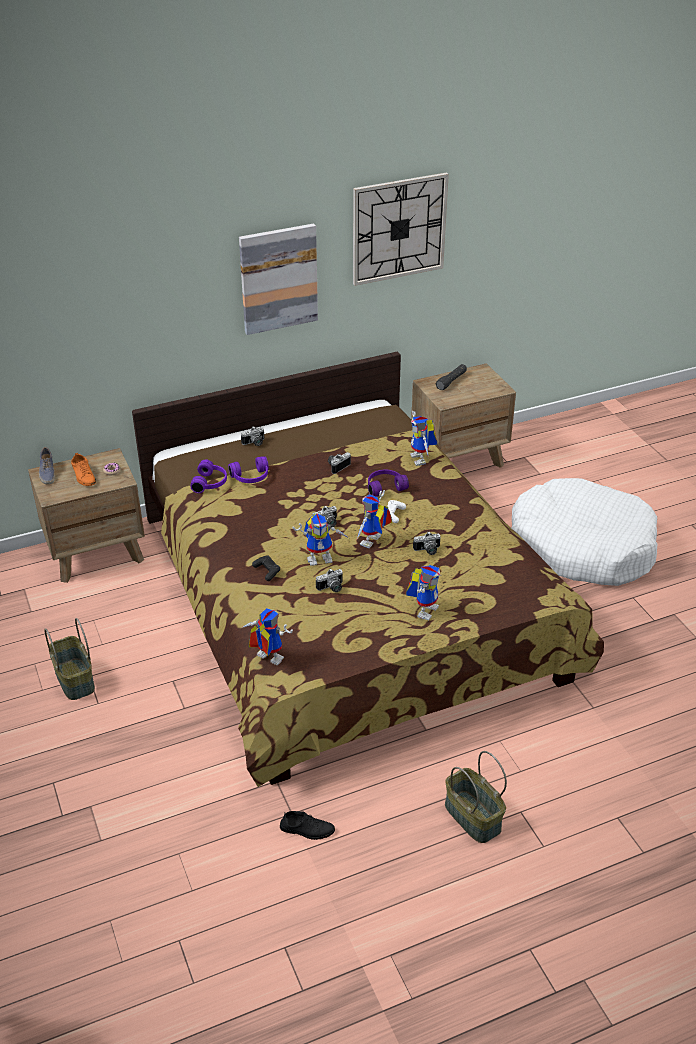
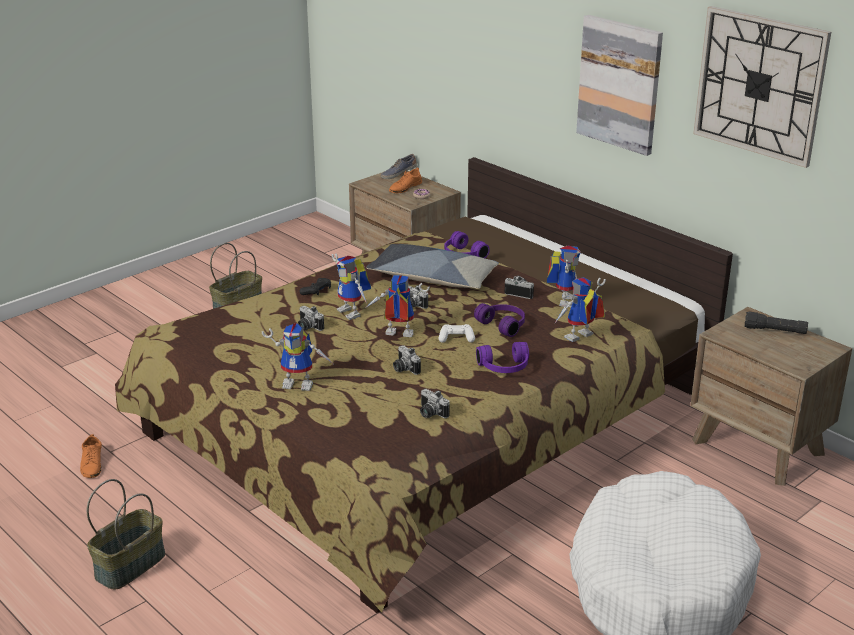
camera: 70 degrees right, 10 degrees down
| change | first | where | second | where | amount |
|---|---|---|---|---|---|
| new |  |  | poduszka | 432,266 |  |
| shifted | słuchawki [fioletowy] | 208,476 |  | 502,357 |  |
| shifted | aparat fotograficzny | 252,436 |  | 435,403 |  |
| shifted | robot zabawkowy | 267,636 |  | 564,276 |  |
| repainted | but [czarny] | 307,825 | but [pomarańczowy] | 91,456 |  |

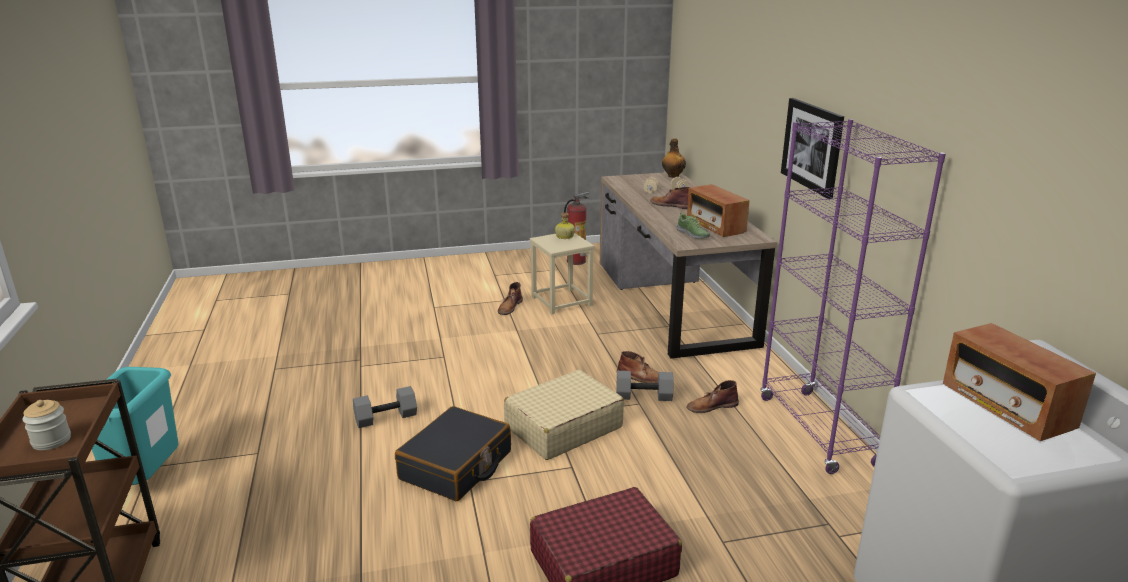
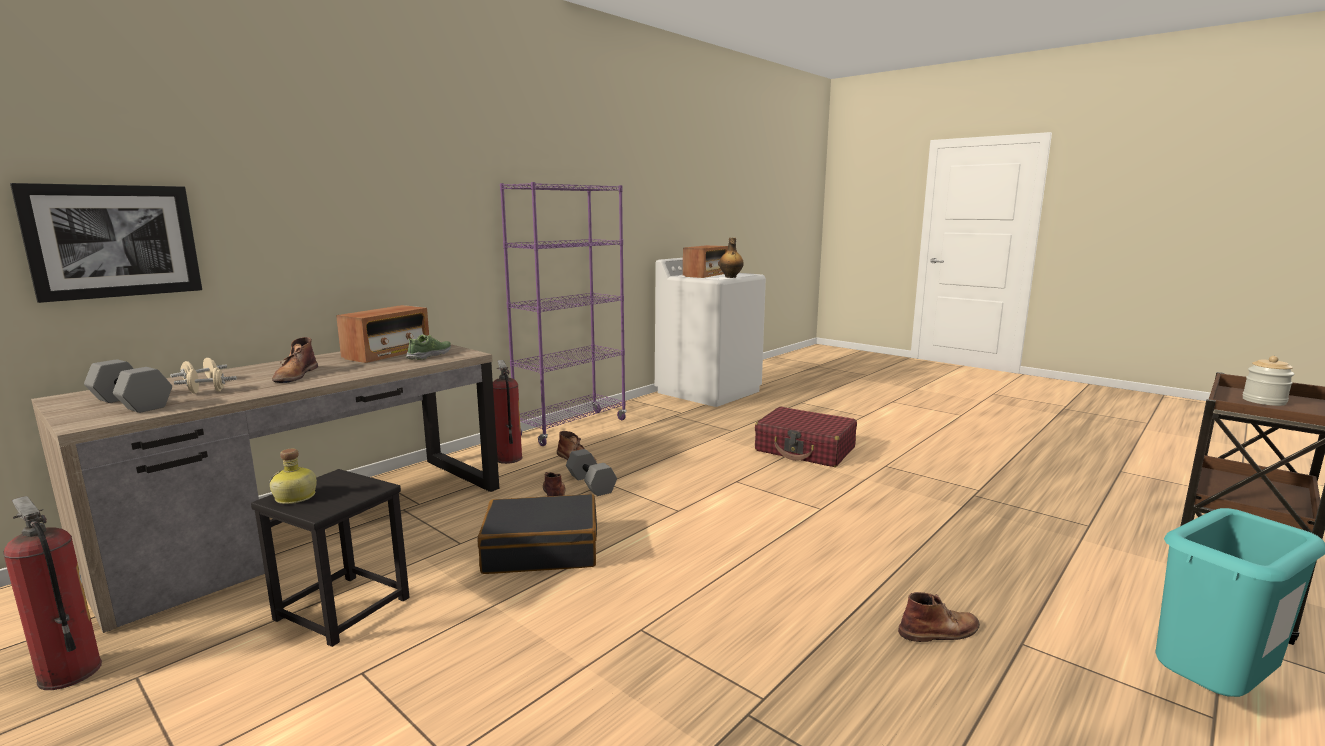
camera: 125 degrees left, 10 degrees down
| change | first | where | second | where | amount |
|---|---|---|---|---|---|
| gone | walizka [beżowy] | 564,415 |  |  |  |
| new |  |  | gaśnica | 508,412 |  |
| shifted | hantel [szary] | 385,407 |  | 128,386 |  |
| shifted | walizka [czarny] | 453,453 |  | 537,534 |  |
| shifted | but z cholewką [brązowy] | 510,298 |  | 939,617 |  |
| shifted | butelka | 674,158 |  | 731,258 |  |
| shifted | obraz | 812,148 |  | 106,243 |  |
| repainted | stołek [beżowy] | 562,273 | stołek [czarny] | 330,558 |  |

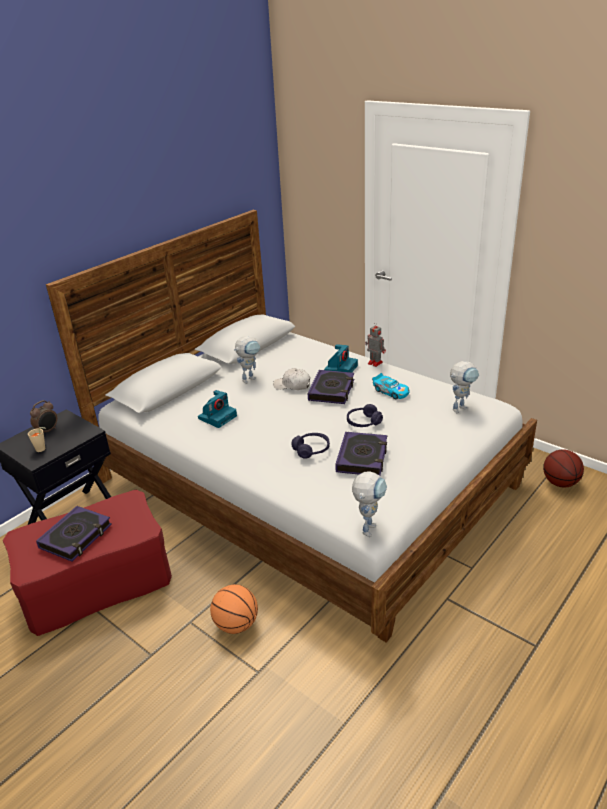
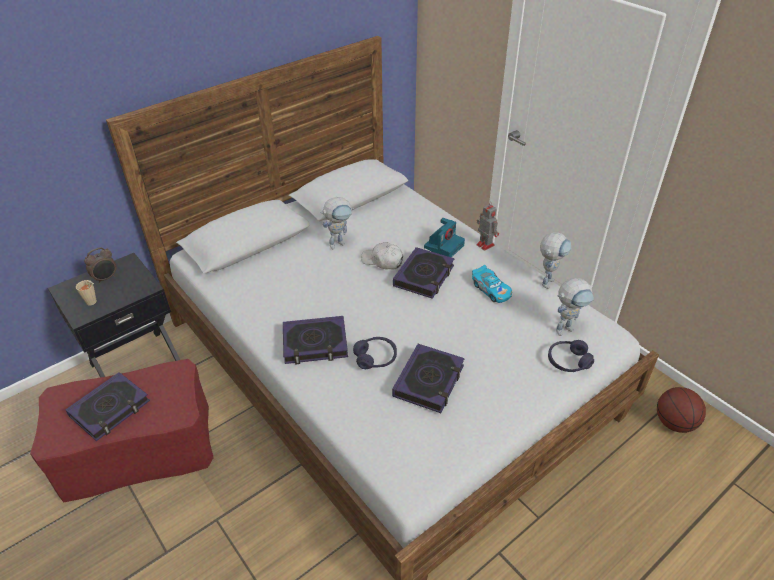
camera: 10 degrees right, 10 degrees up
| change | first | where | second | where | amount |
|---|---|---|---|---|---|
| gone | aparat fotograficzny | 217,409 |  |  |  |
| gone | piłka do koszykówki | 234,609 |  |  |  |
| new |  |  | książka | 315,340 |  |
| shifted | słuchawki [fioletowy] | 365,415 |  | 571,356 |  |
| shifted | robot zabawkowy | 369,504 |  | 555,260 |  |

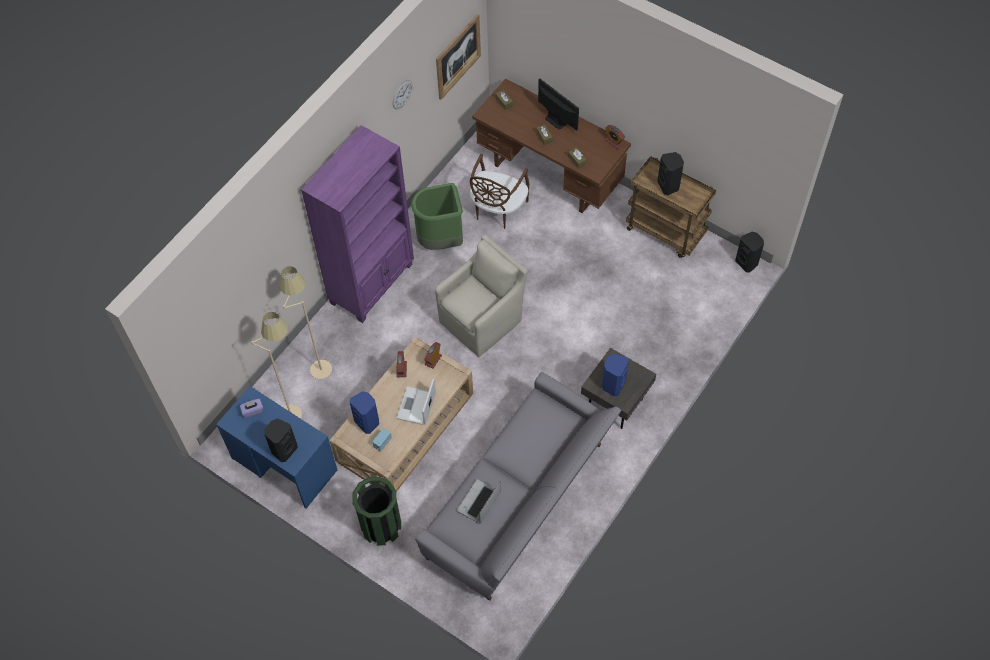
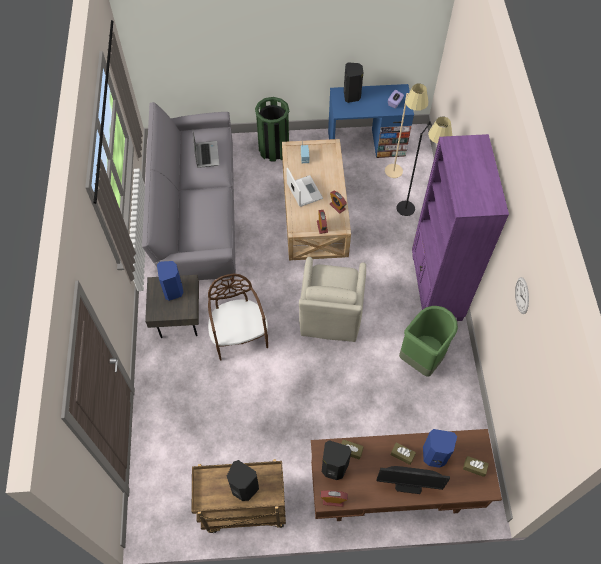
camera: 140 degrees right, 0 degrees up
| change | first | where | second | where | amount |
|---|---|---|---|---|---|
| gone | obraz | 458,57 |  |  |  |
| shifted | głośnik [niebieski] | 364,412 |  | 440,448 |  |
| shifted | krzesło [brązowy] | 499,191 |  | 238,317 |  |
| shifted | głośnik [czarny] | 749,252 |  | 336,460 |  |
| repainted | lampa stojąca [beżowy] | 305,322 | lampa stojąca [czarny] | 424,166 |  |

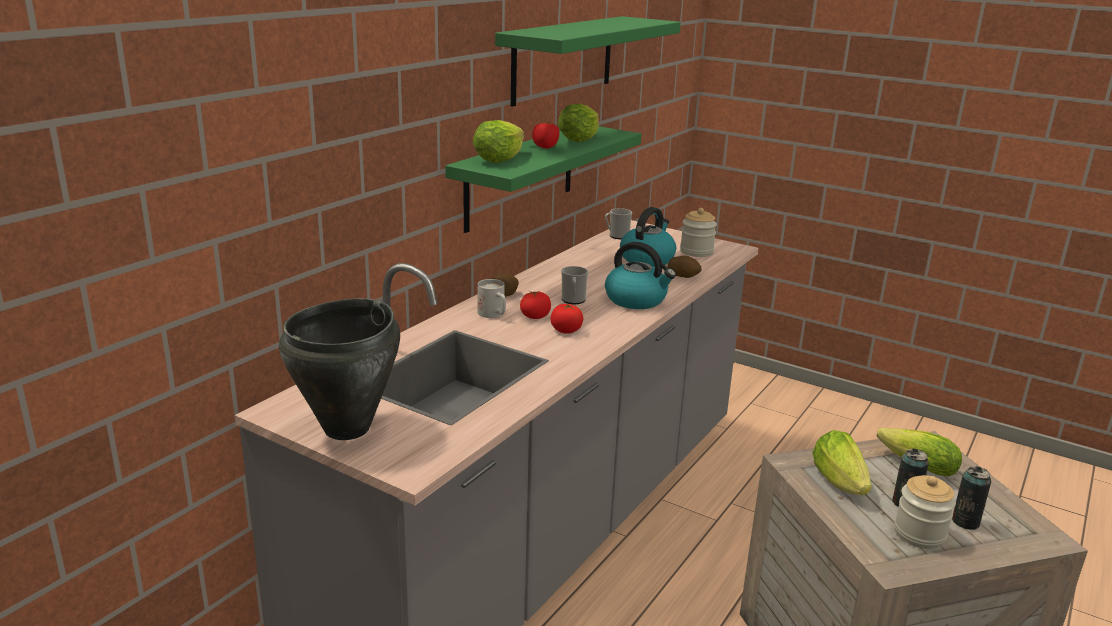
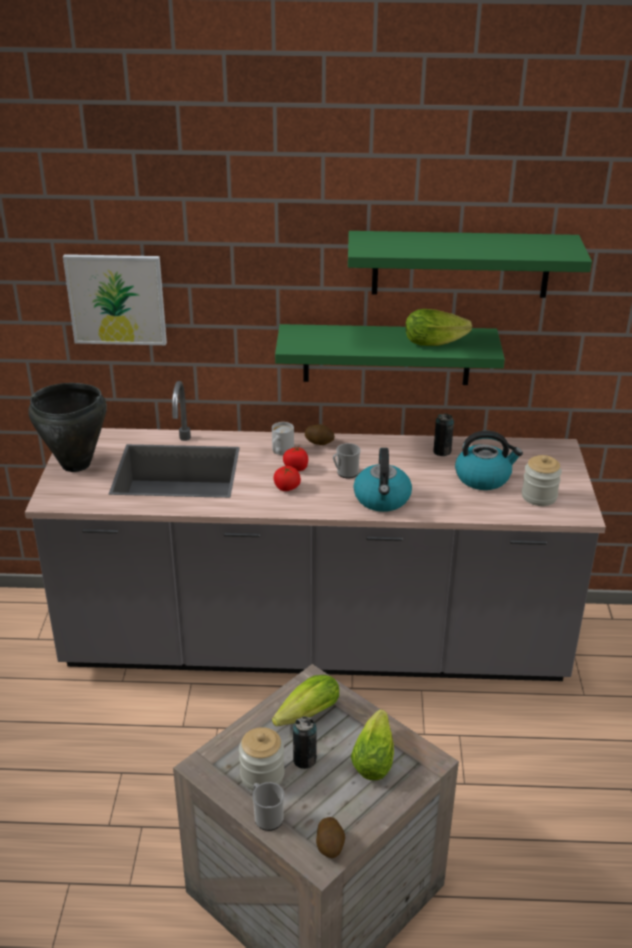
camera: 60 degrees right, 10 degrees up
| change | first | where | second | where | amount |
|---|---|---|---|---|---|
| gone | sałata | 498,141 |  |  |  |
| gone | pomidor | 545,135 |  |  |  |
| new |  |  | obraz | 115,299 |  |
| shifted | kubek | 618,223 |  | 268,806 |  |
| shifted | ziemniak | 684,266 |  | 330,837 |  |
| shifted | puszka | 971,498 |  | 443,434 |  |

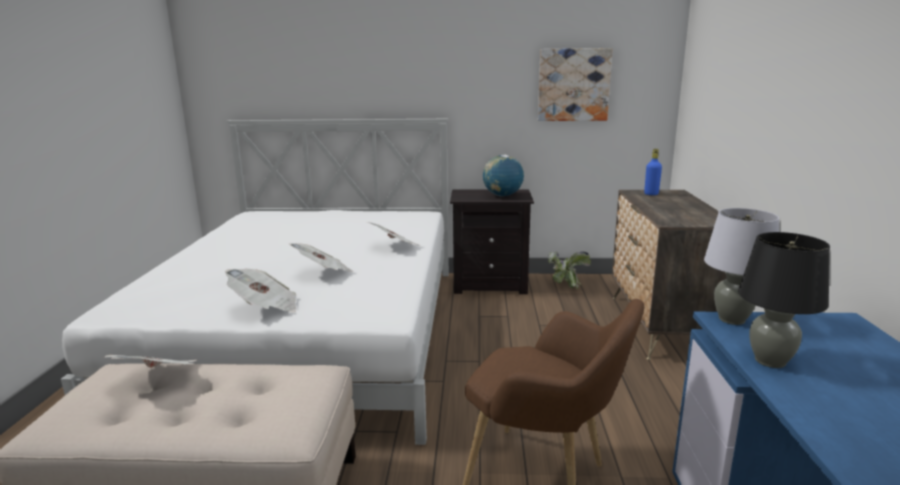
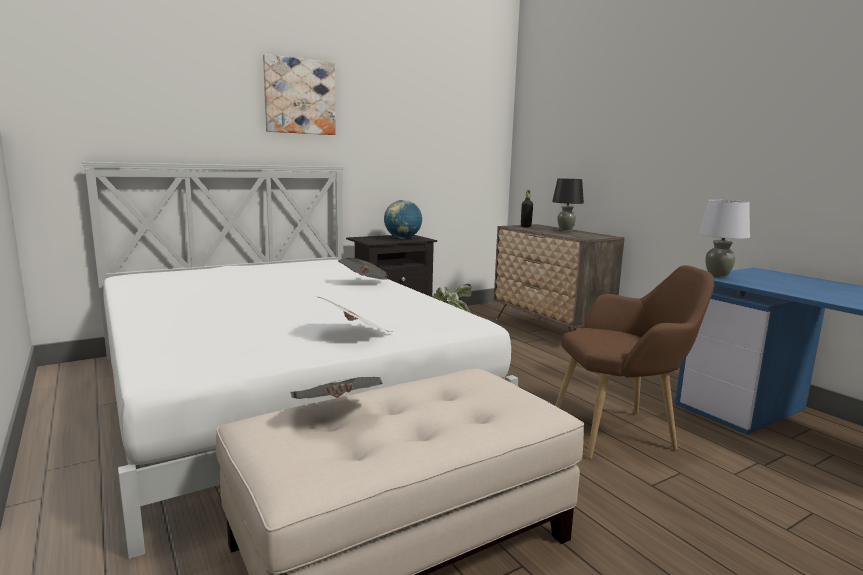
camera: 35 degrees left, 5 degrees down
| change | first | where | second | where | amount |
|---|---|---|---|---|---|
| gone | gazeta | 321,257 |  |  |  |
| shifted | obraz | 575,84 |  | 299,94 |  |
| shifted | lampa stołowa [czarny] | 784,300 |  | 568,204 |  |
| repainted | butelka [niebieski] | 653,172 | butelka [czarny] | 527,208 |  |

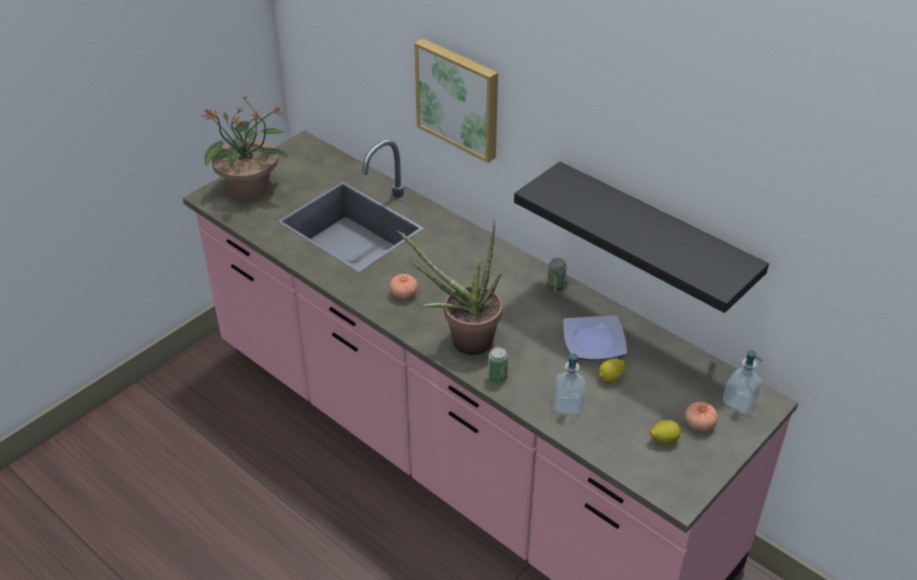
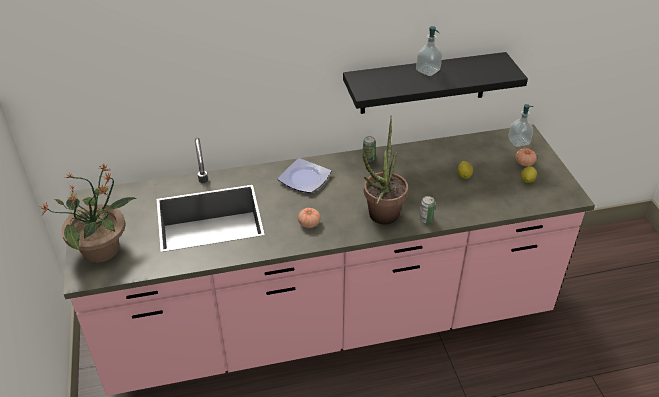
camera: 55 degrees left, 0 degrees up
| change | first | where | second | where | amount |
|---|---|---|---|---|---|
| gone | obraz | 456,100 |  |  |  |
| shifted | dozownik mydła | 569,383 |  | 429,51 |  |
| shifted | talerz | 595,338 |  | 304,175 |  |

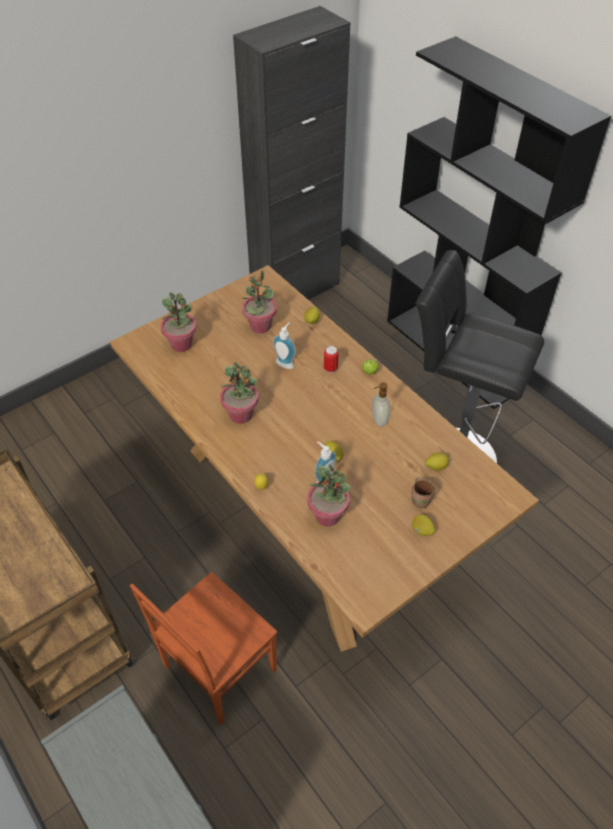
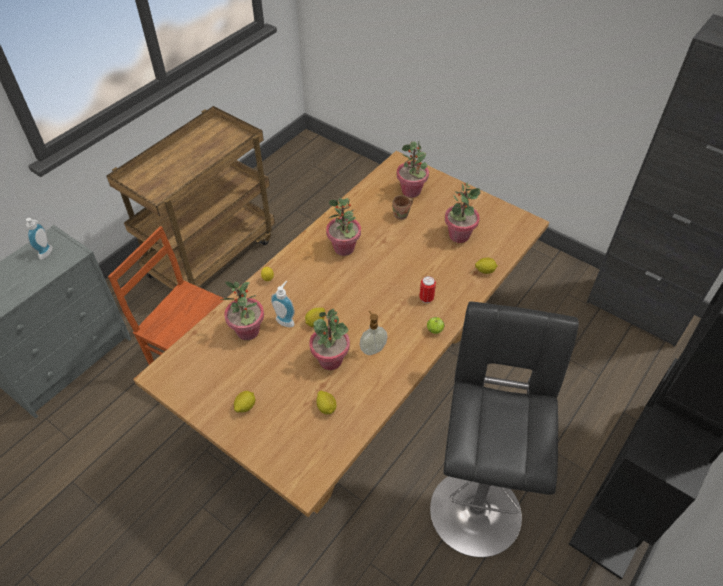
camera: 75 degrees right, 0 degrees up
| change | first | where | second | where | amount |
|---|---|---|---|---|---|
| new |  |  | roślina doniczkowa | 329,339 |  |
| shifted | dozownik mydła | 284,346 |  | 39,239 |  |
| shifted | kubek [brązowy] | 423,493 |  | 402,207 |  |

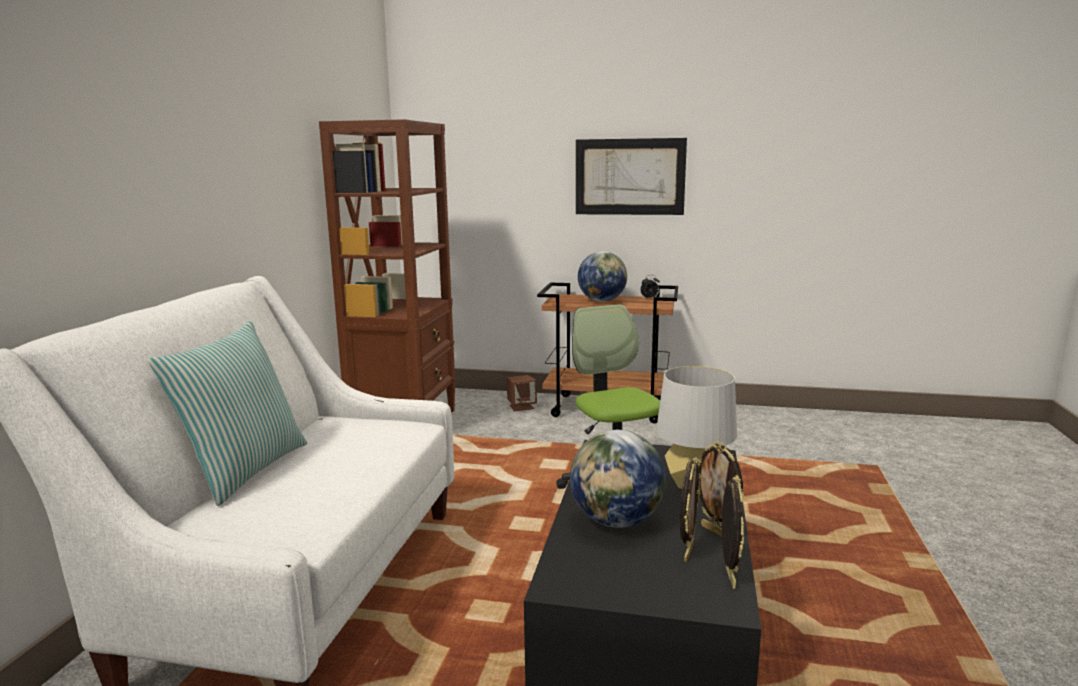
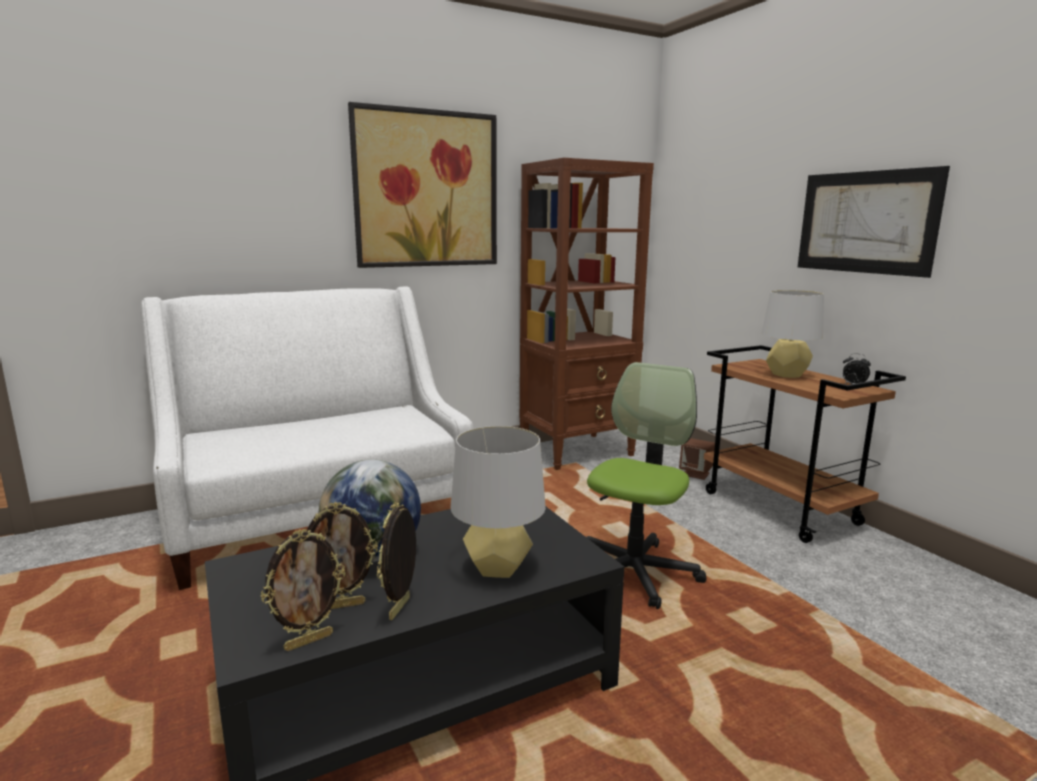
camera: 50 degrees right, 0 degrees up
| change | first | where | second | where | amount |
|---|---|---|---|---|---|
| gone | poduszka | 227,413 |  |  |  |
| new |  |  | obraz | 422,185 |  |
| swapped | globus | 602,276 | lampa stołowa [szary] | 793,334 |  |

